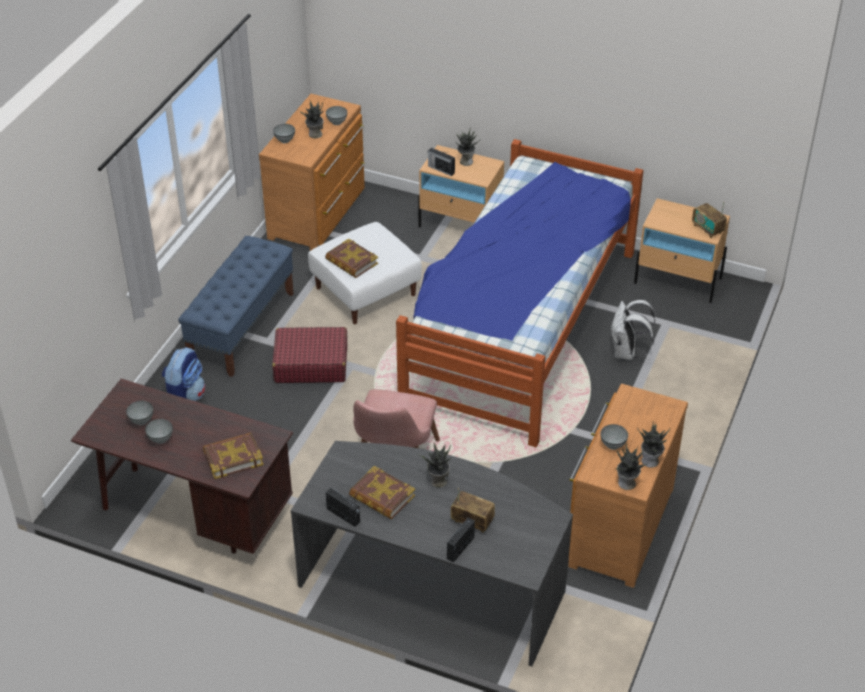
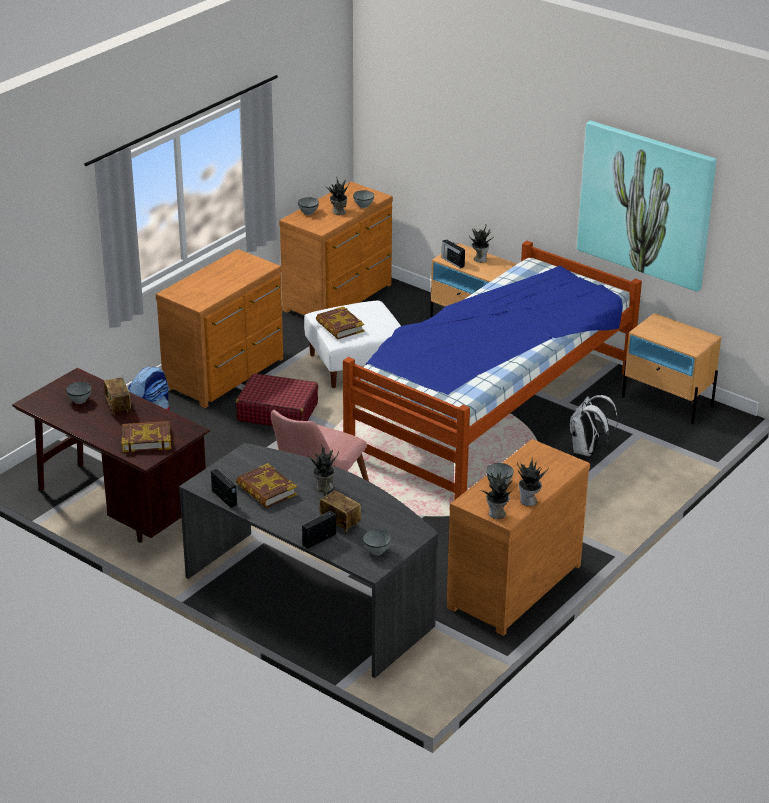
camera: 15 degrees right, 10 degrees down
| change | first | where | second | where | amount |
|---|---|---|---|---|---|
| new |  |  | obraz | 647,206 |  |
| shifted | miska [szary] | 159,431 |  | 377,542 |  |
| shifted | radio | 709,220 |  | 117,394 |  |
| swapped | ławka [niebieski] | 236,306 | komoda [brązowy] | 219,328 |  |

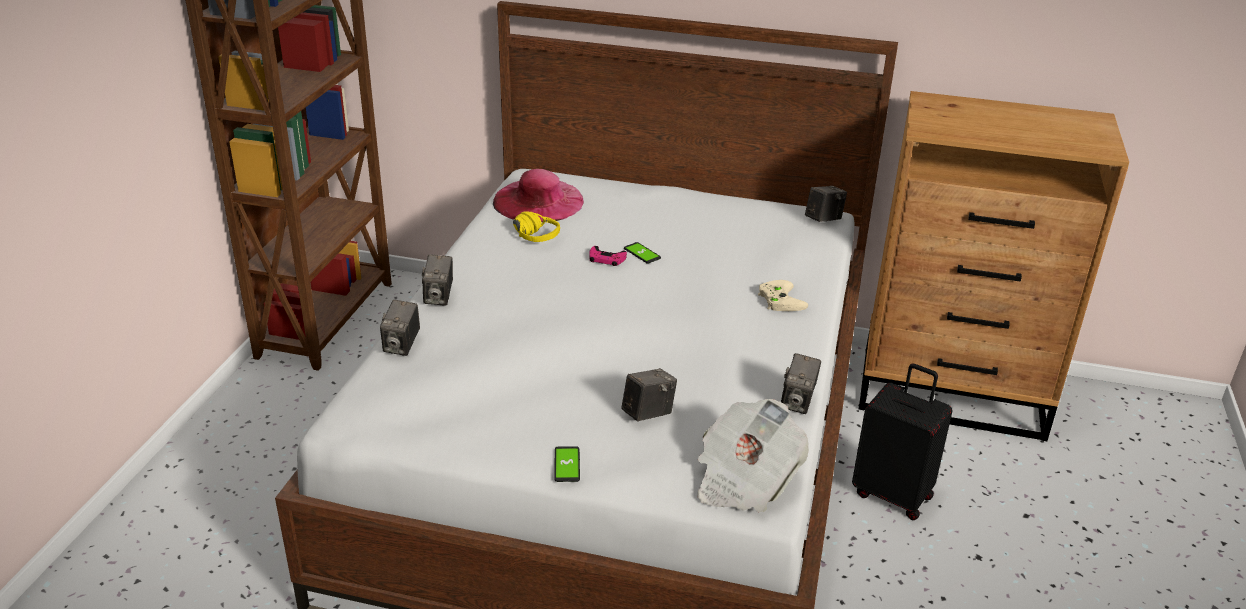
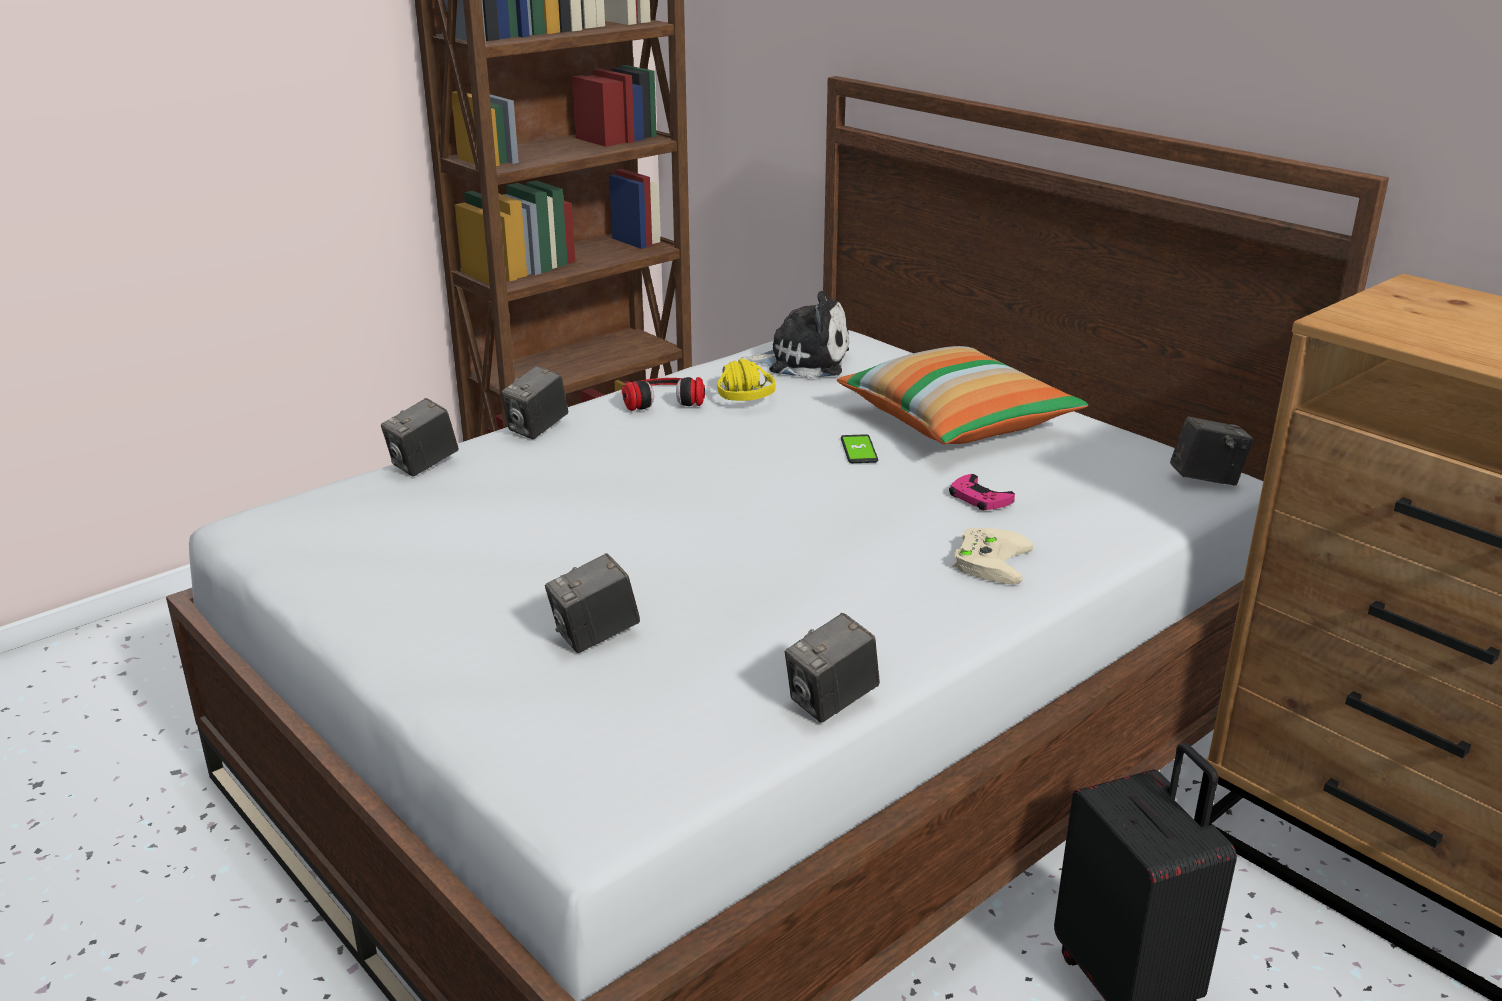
camera: 35 degrees right, 5 degrees down
| change | first | where | second | where | amount |
|---|---|---|---|---|---|
| gone | telefon | 567,464 |  |  |  |
| gone | gazeta | 753,455 |  |  |  |
| new |  |  | słuchawki | 663,394 |  |
| new |  |  | poduszka | 962,395 |  |
| shifted | pad do gier [różowy] | 608,256 |  | 982,492 |  |
| swapped | kapelusz [różowy] | 538,195 | pluszak | 793,334 |  |
| rotated | aparat fotograficzny | 649,395 |  | 592,603 | 150 degrees clockwise |

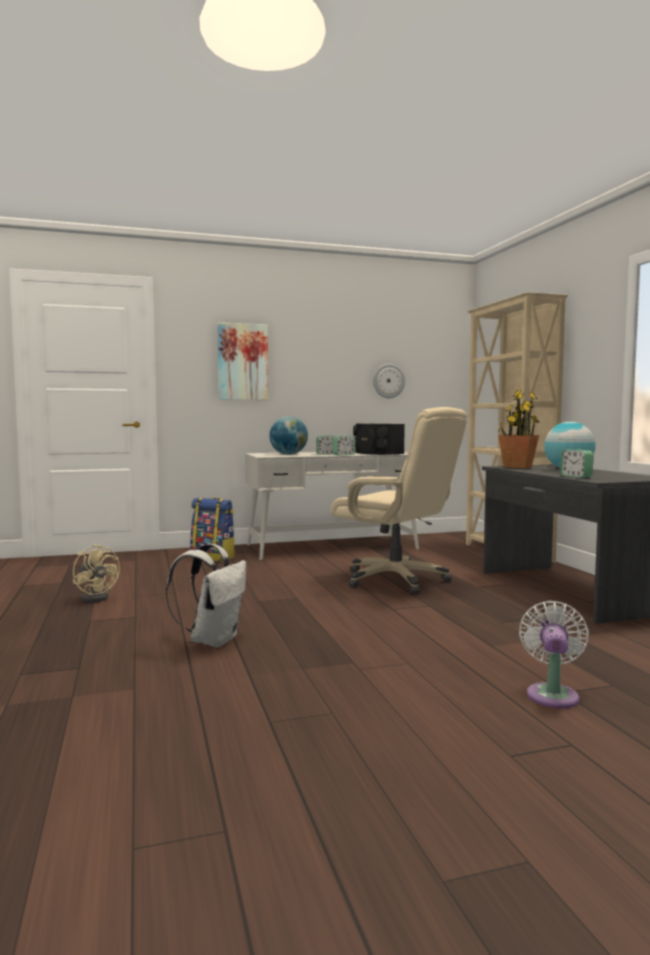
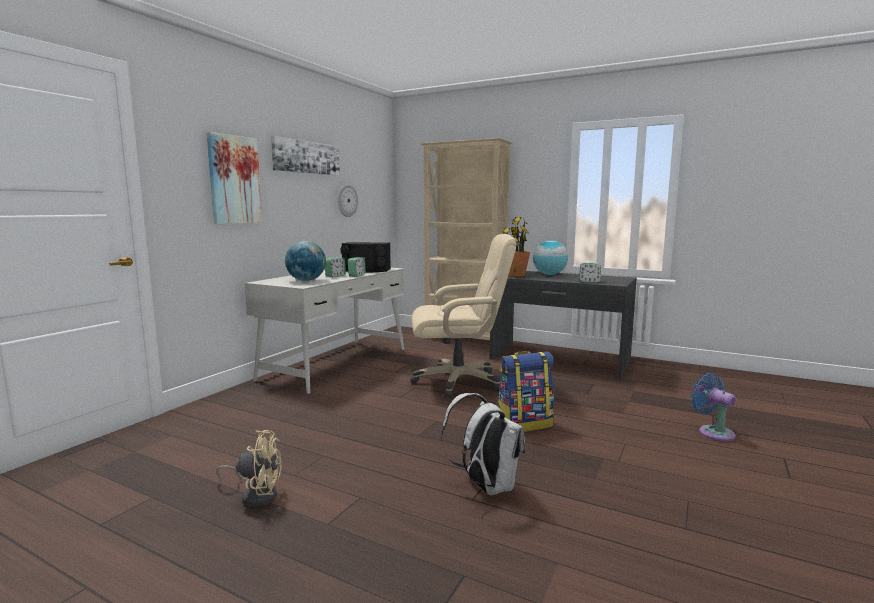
camera: 45 degrees left, 5 degrees up
| change | first | where | second | where | amount |
|---|---|---|---|---|---|
| new |  |  | obraz | 305,156 |  |
| shifted | plecak | 212,530 |  | 526,391 |  |
| repainted | wentylator [biały] | 554,654 | wentylator [niebieski] | 713,407 |  |

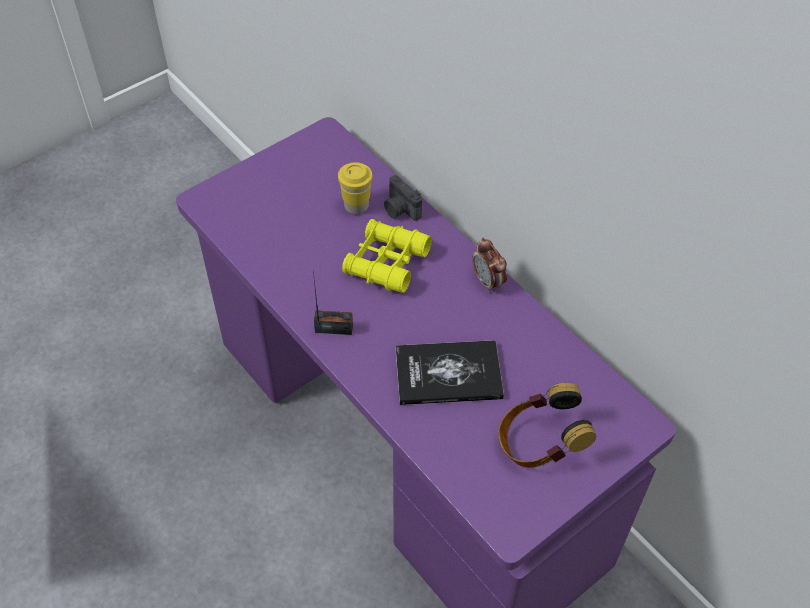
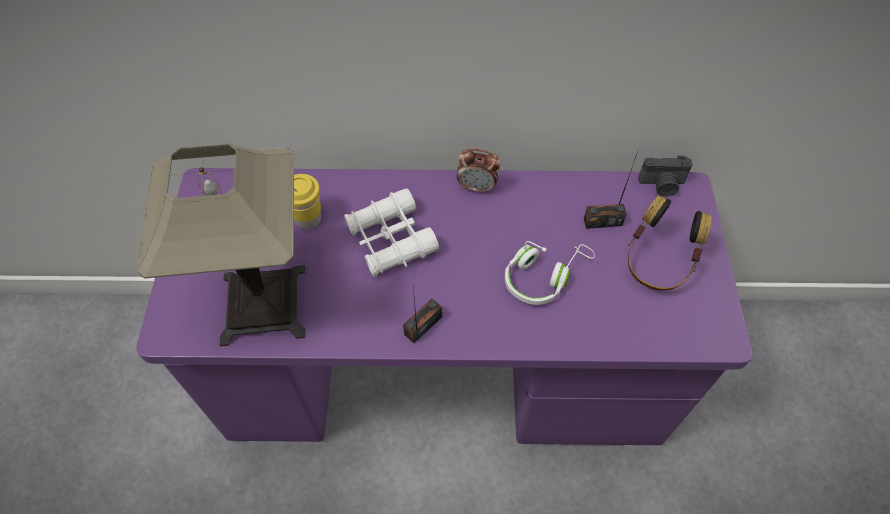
camera: 50 degrees left, 5 degrees up
| change | first | where | second | where | amount |
|---|---|---|---|---|---|
| new |  |  | lampa stołowa | 220,245 |  |
| new |  |  | radio | 611,190 |  |
| shifted | aparat fotograficzny | 403,198 |  | 665,176 |  |
| swapped | książka | 450,372 | słuchawki [biały] | 550,273 |  |
| repainted | lornetka [żółty] | 387,256 | lornetka [biały] | 391,233 |  |

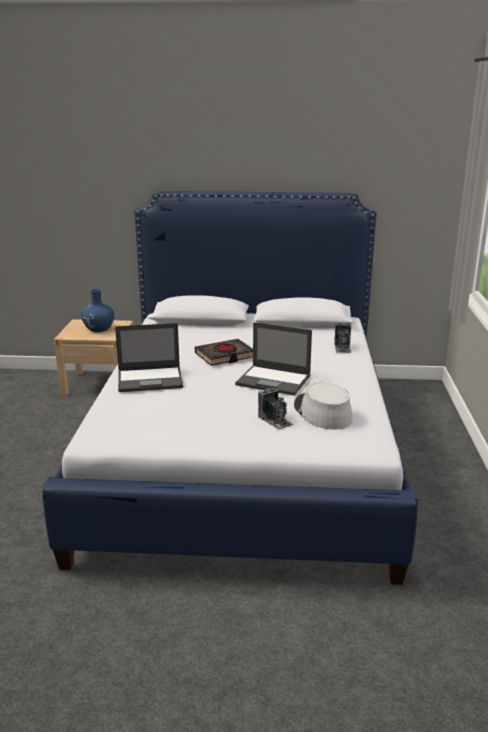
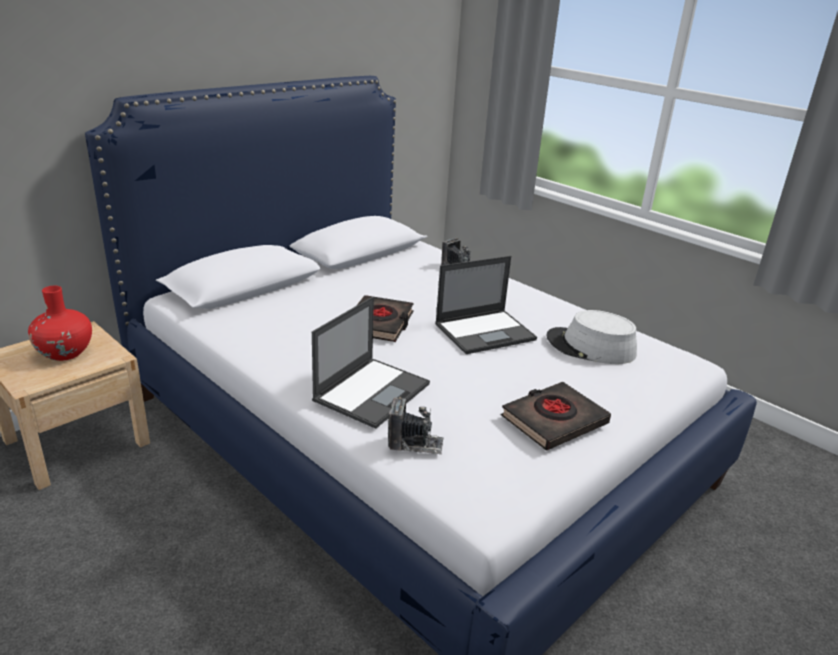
camera: 50 degrees left, 5 degrees up
| change | first | where | second | where | amount |
|---|---|---|---|---|---|
| new |  |  | książka [czarny] | 556,416 |  |
| shifted | aparat fotograficzny | 275,409 |  | 416,426 |  |
| repainted | wazon [niebieski] | 97,310 | wazon [czerwony] | 60,323 |  |

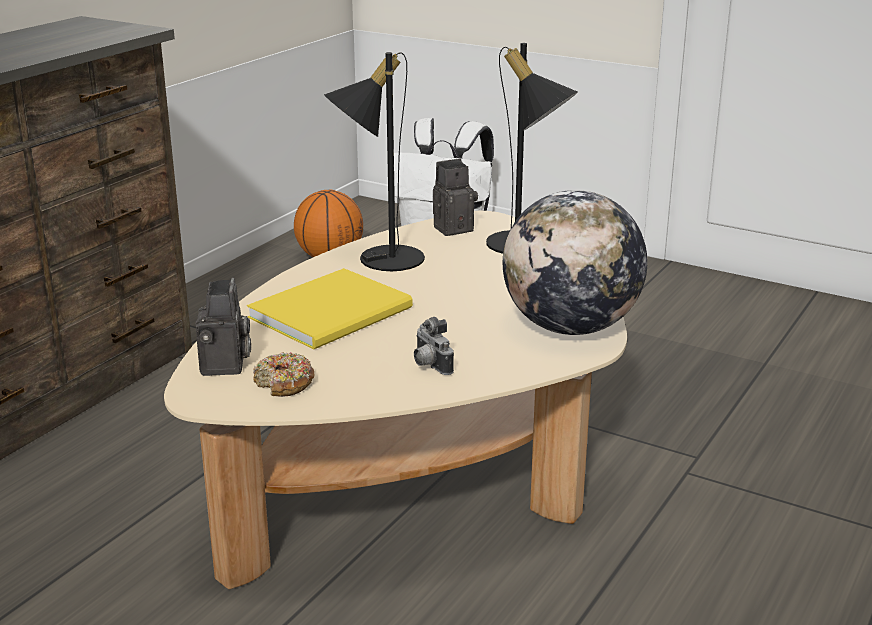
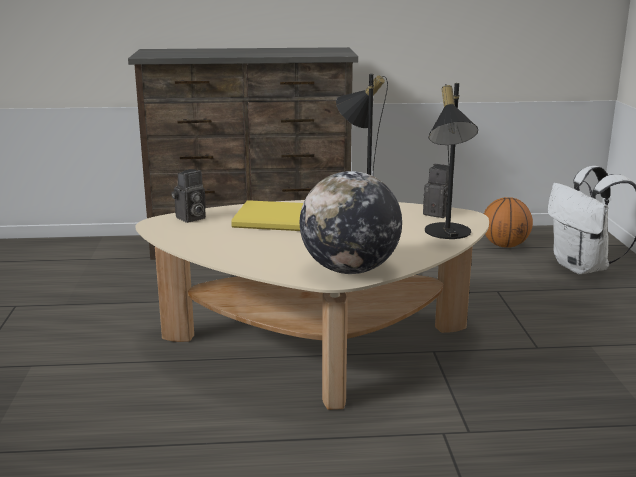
camera: 55 degrees right, 5 degrees down
| change | first | where | second | where | amount |
|---|---|---|---|---|---|
| gone | donut | 284,374 |  |  |  |
| gone | aparat fotograficzny | 434,346 |  |  |  |

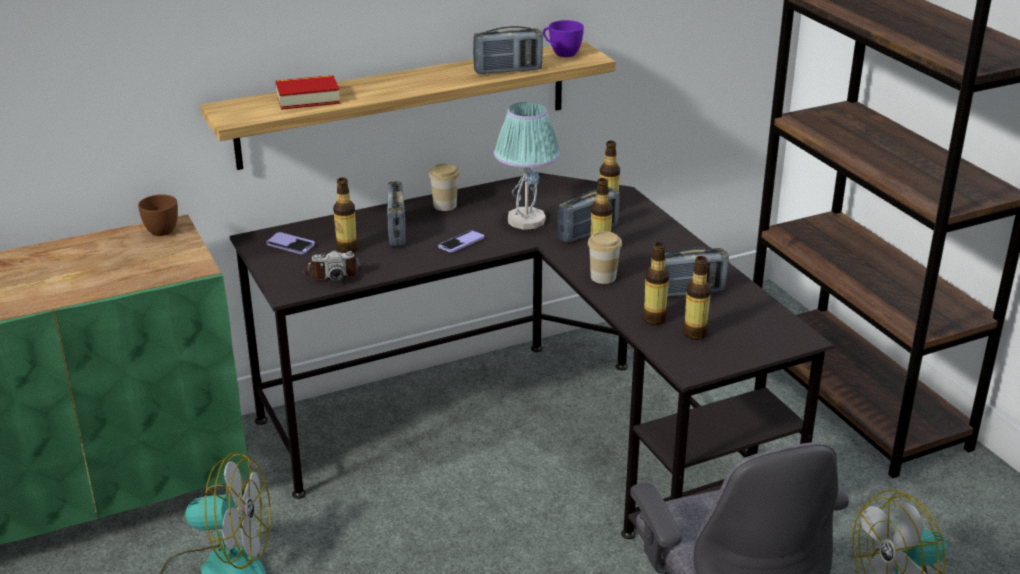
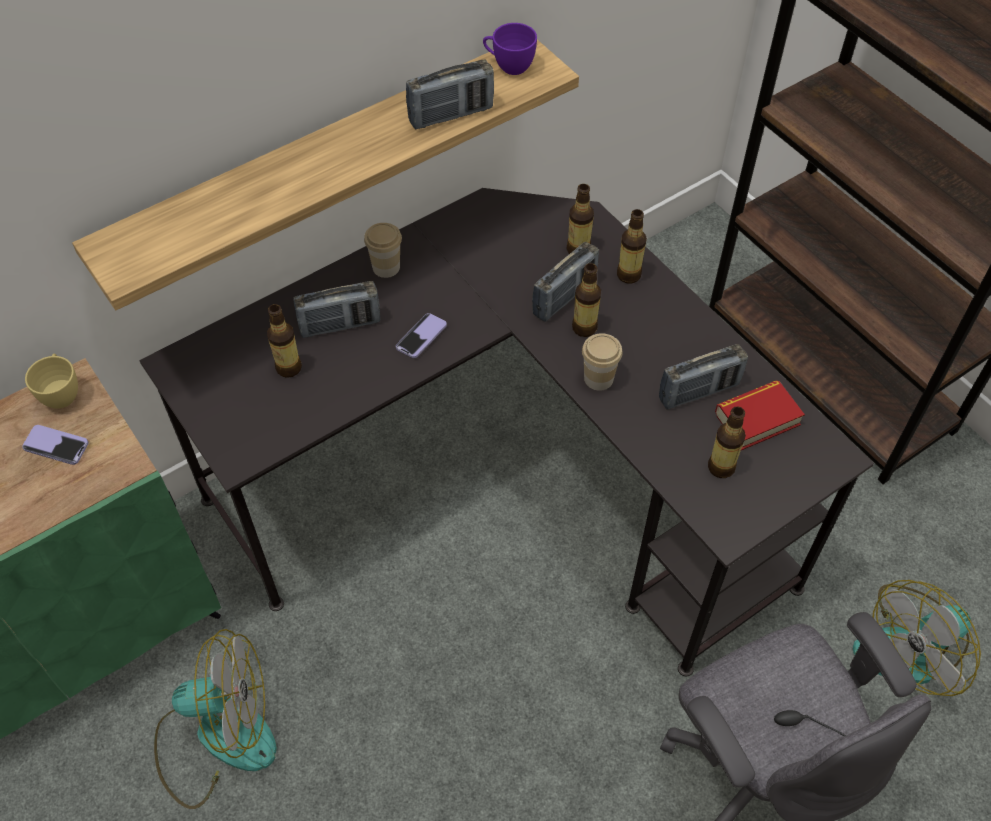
camera: 10 degrees left, 25 degrees up
| change | first | where | second | where | amount |
|---|---|---|---|---|---|
| gone | aparat fotograficzny | 331,265 |  |  |  |
| gone | lampa stołowa | 527,166 |  |  |  |
| shifted | telefon | 291,243 |  | 55,445 |  |
| shifted | książka | 307,92 |  | 760,415 |  |
| shifted | butelka | 655,283 |  | 632,246 |  |
| repainted | filiżanka [brązowy] | 158,215 | filiżanka [żółty] | 51,381 |  |
| rotated | radio | 396,213 |  | 336,309 | 90 degrees counterclockwise |

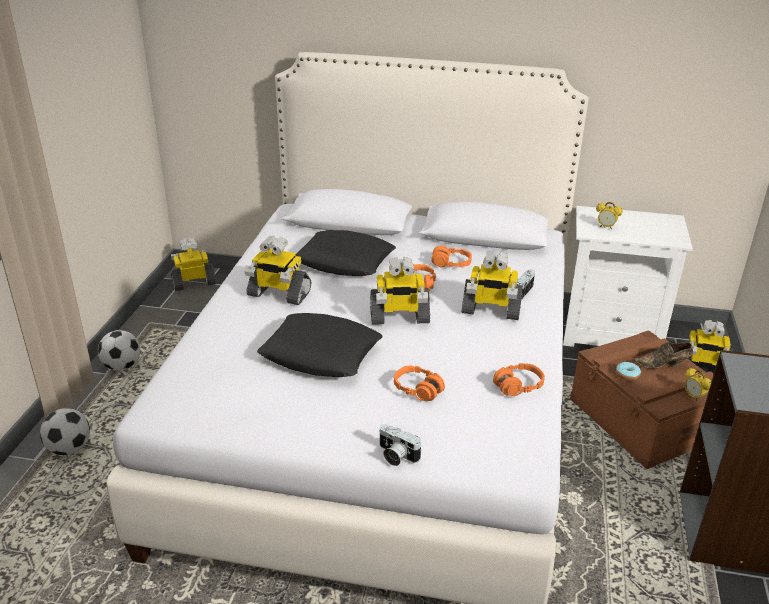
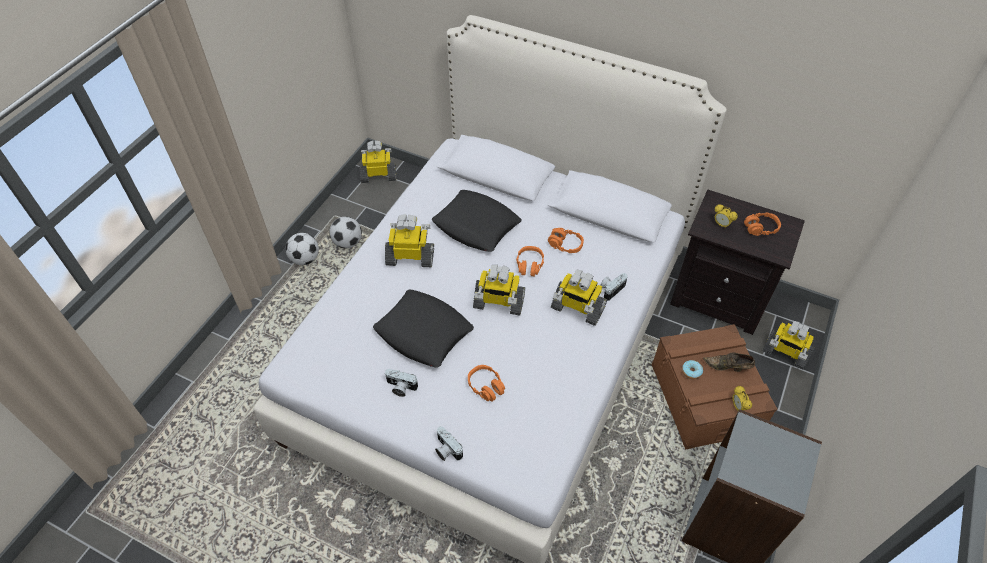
camera: 15 degrees right, 20 degrees up
| change | first | where | second | where | amount |
|---|---|---|---|---|---|
| new |  |  | aparat fotograficzny | 401,383 |  |
| shifted | piłka futbolowa | 65,431 |  | 345,232 |  |
| shifted | słuchawki [pomarańczowy] | 519,379 |  | 762,224 |  |
| repainted | szafka nocna [biały] | 628,276 | szafka nocna [czarny] | 737,262 |  |
| rotated | robot zabawkowy | 277,270 |  | 409,240 | 150 degrees clockwise |

